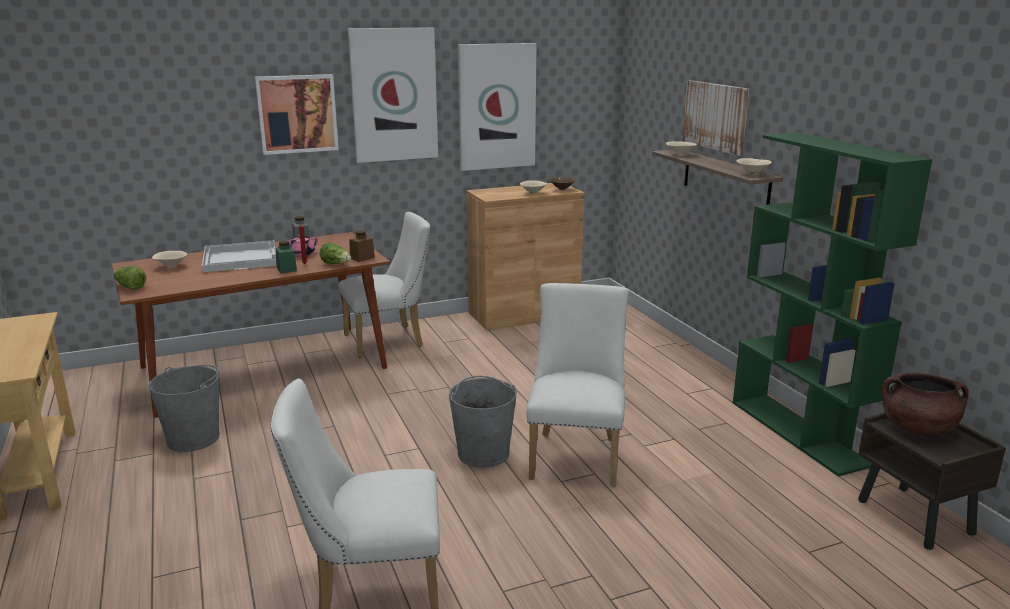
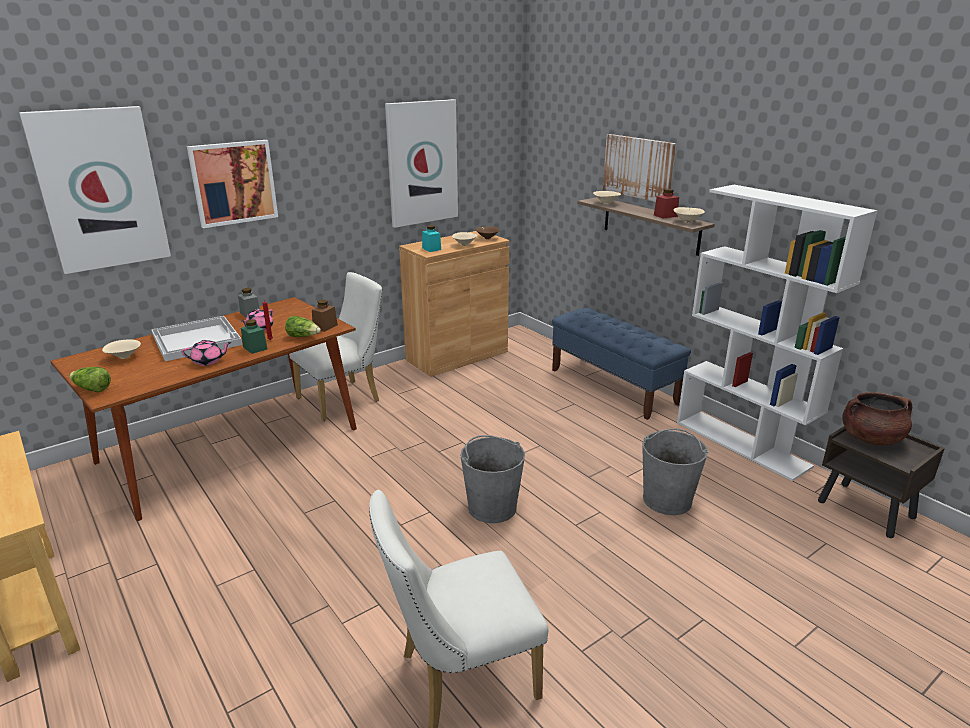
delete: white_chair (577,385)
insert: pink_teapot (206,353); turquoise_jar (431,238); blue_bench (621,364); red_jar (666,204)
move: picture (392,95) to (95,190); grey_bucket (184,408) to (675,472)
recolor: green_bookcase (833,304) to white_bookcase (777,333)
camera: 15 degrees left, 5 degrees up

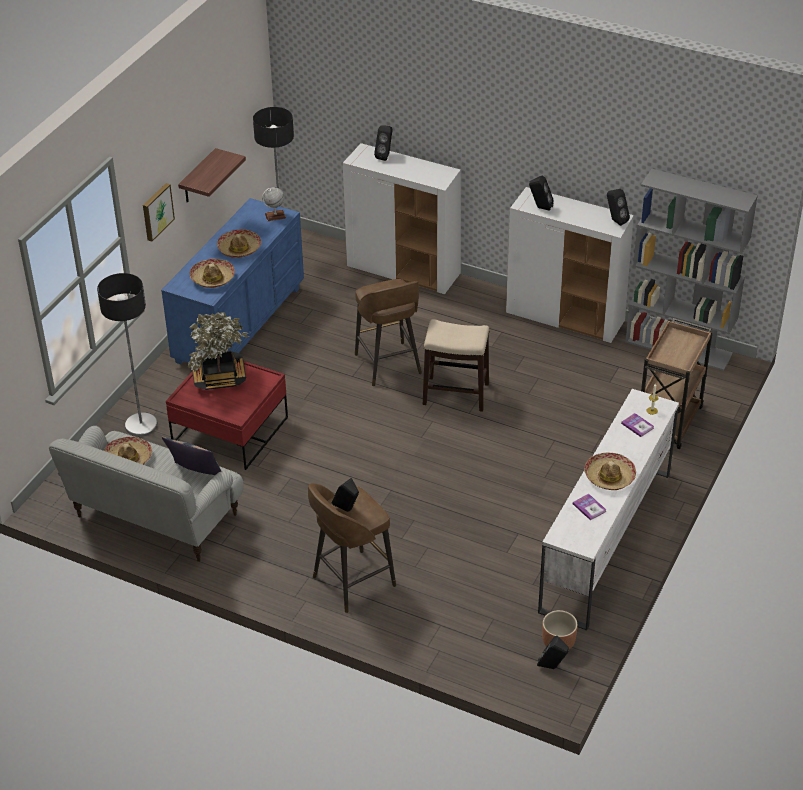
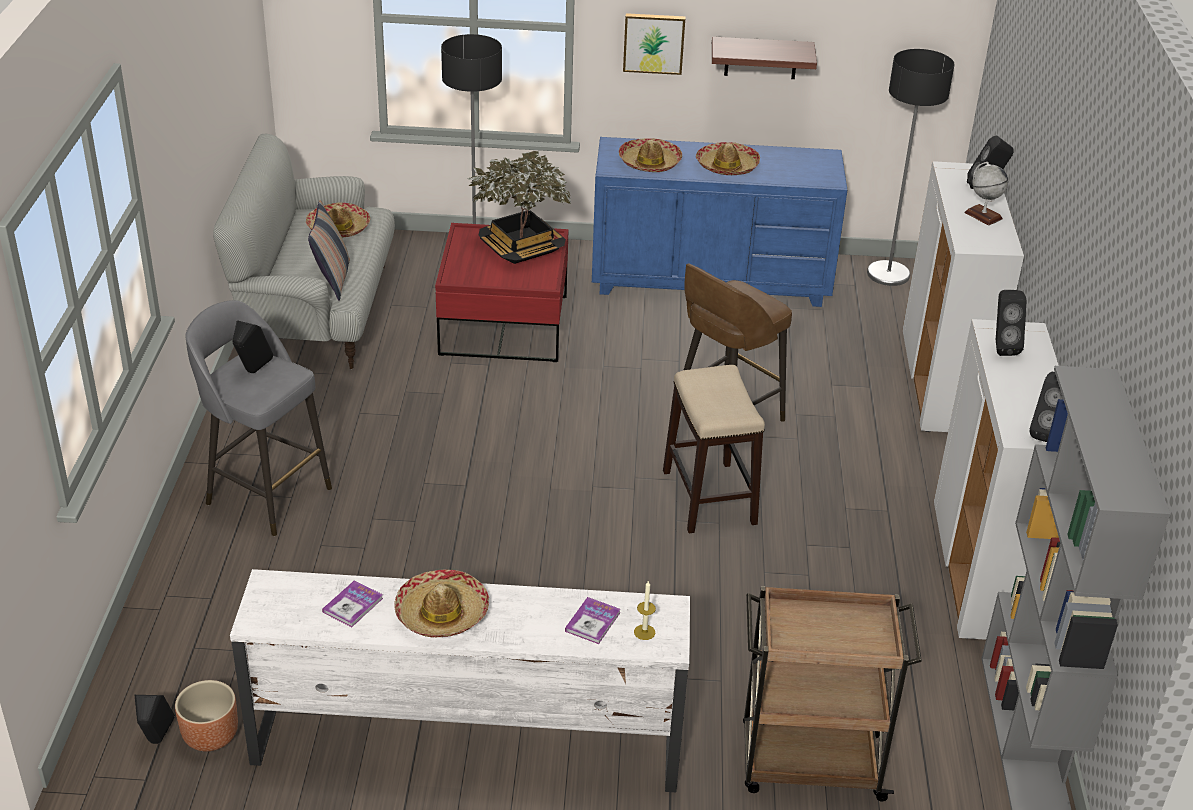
move: globe (274,204) to (986,193)
recolor: brown_stool (352,548) to grey_stool (258,418)
camera: 65 degrees right, 5 degrees down

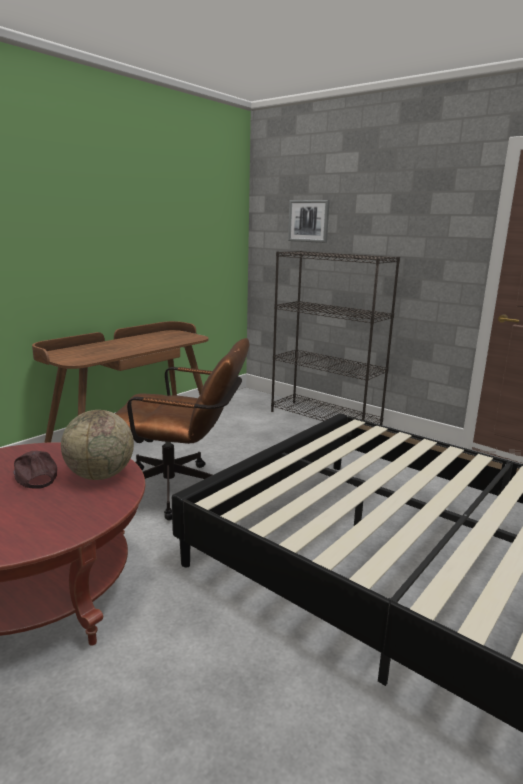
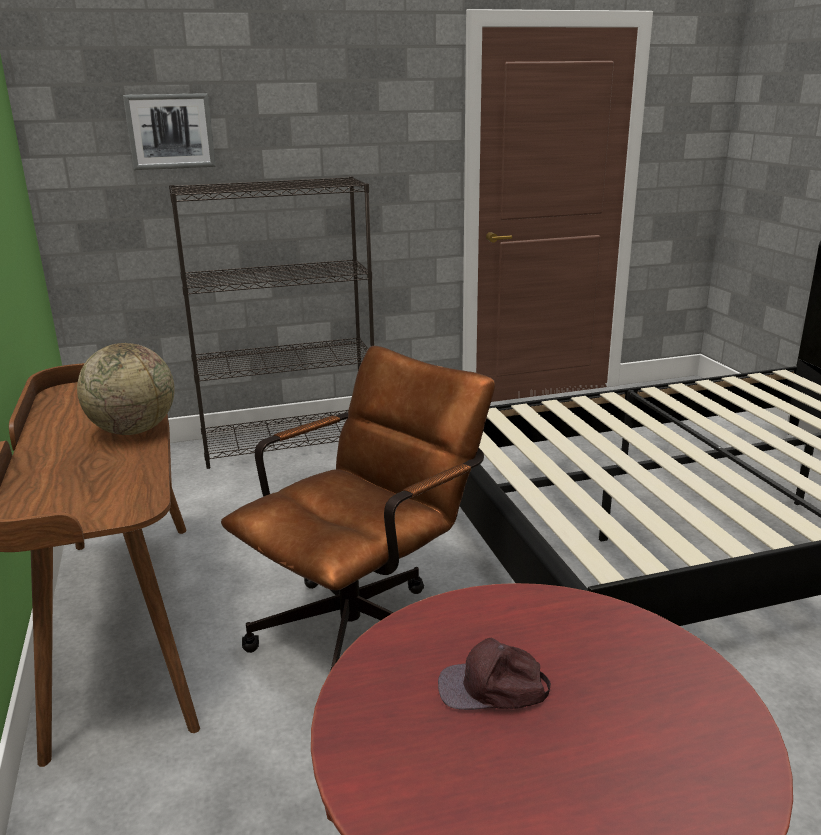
move: globe (97,445) to (126,389)
camera: 55 degrees left, 5 degrees up

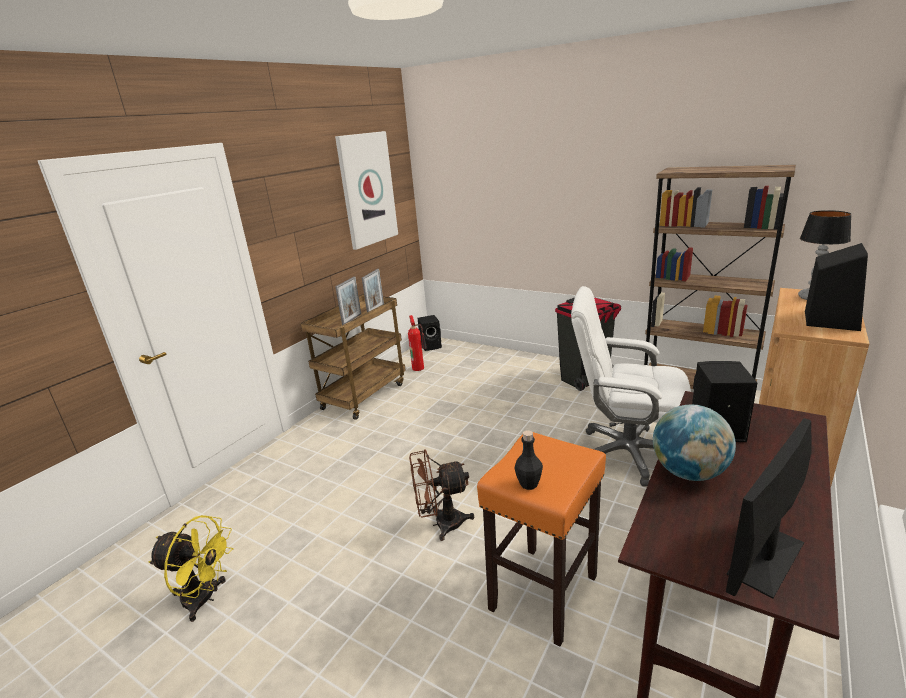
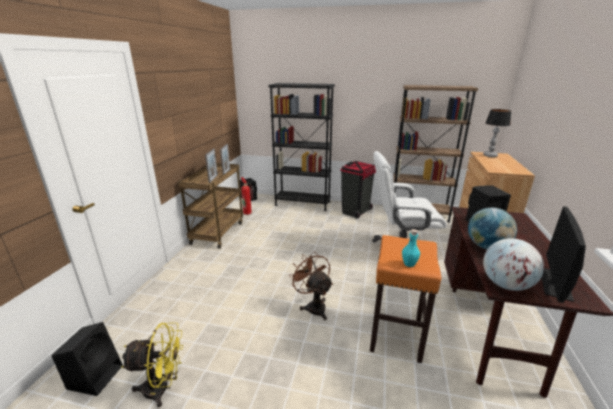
delete: picture (366,190)
insert: black_bookcase (302,147); globe (513,264)
move: black_speaker (836,287) to (87,359)
recolor: black_bottle (529,460) to turquoise_bottle (411,248)
rotate: brown_fan (441,495) = (311,286) 90 degrees clockwise
camera: 20 degrees left, 0 degrees up

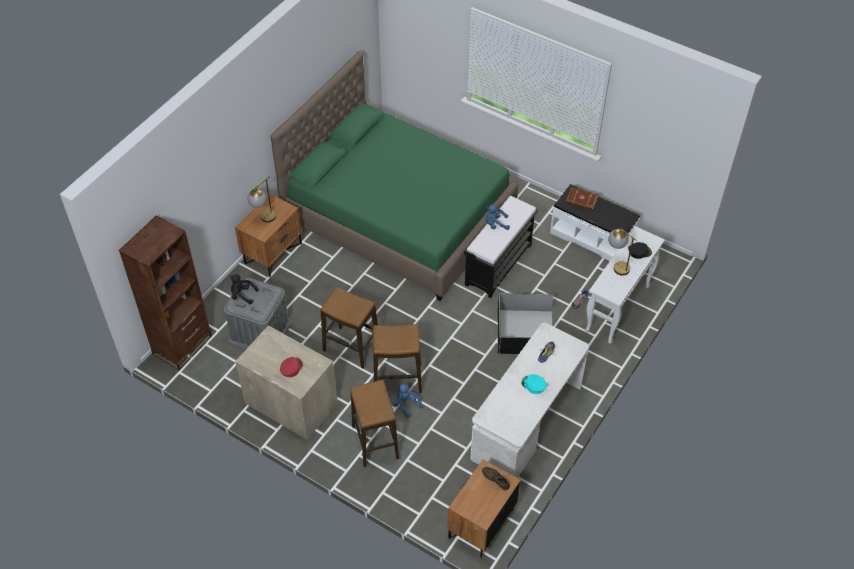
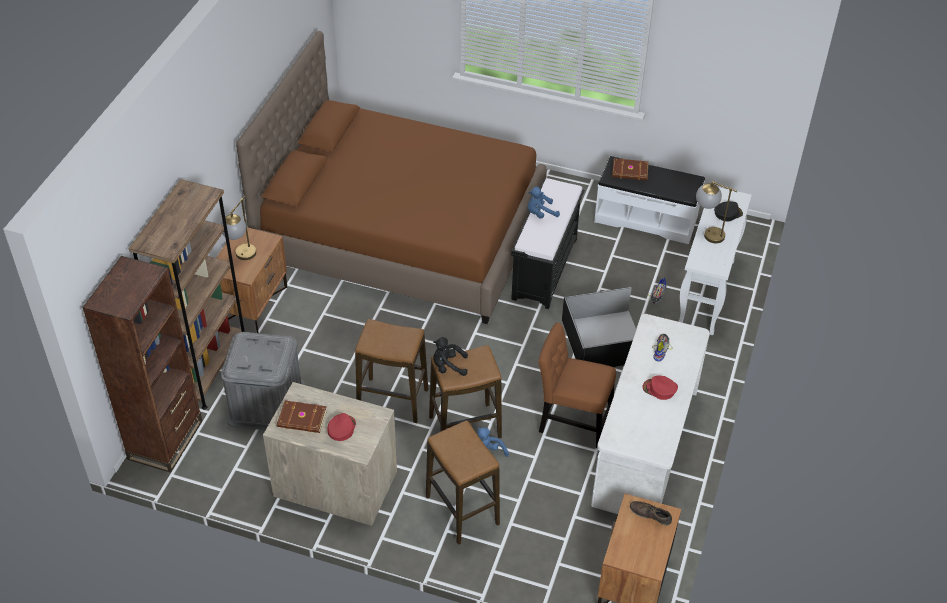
insert: brown_bookcase (187,294); brown_book (302,417); brown_chair (577,385)
move: black_plush_toy (244,289) to (450,356)
recolor: green_bed (394,176) to brown_bed (391,177); turquoise_cap (534,384) to red_cap (660,387)
camera: 15 degrees left, 5 degrees down

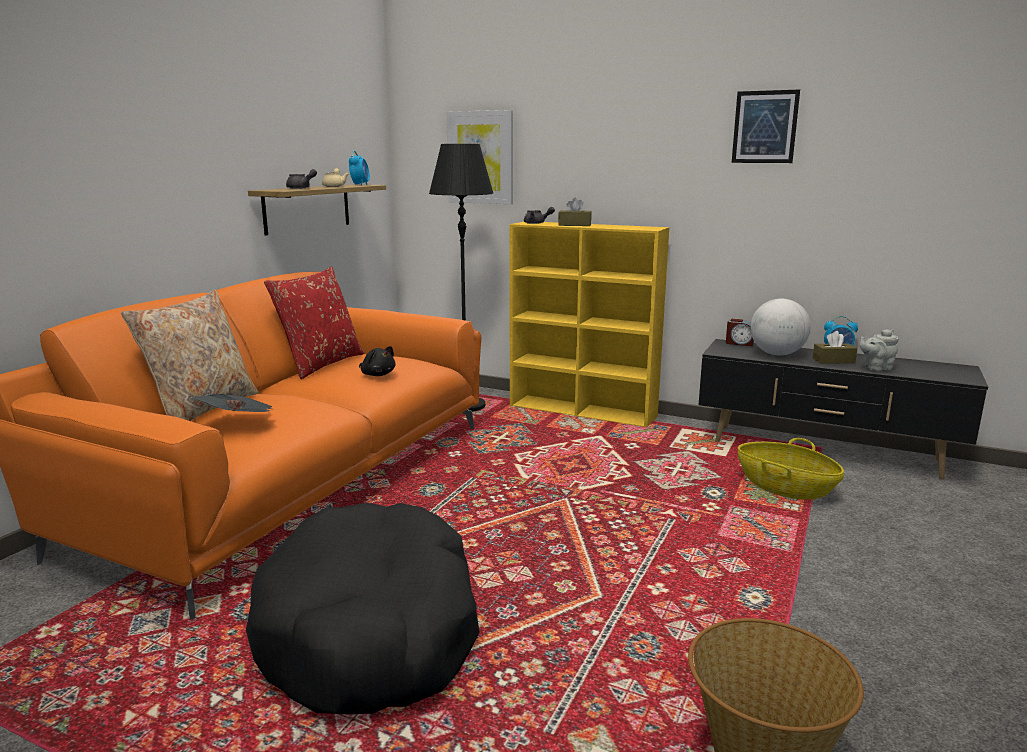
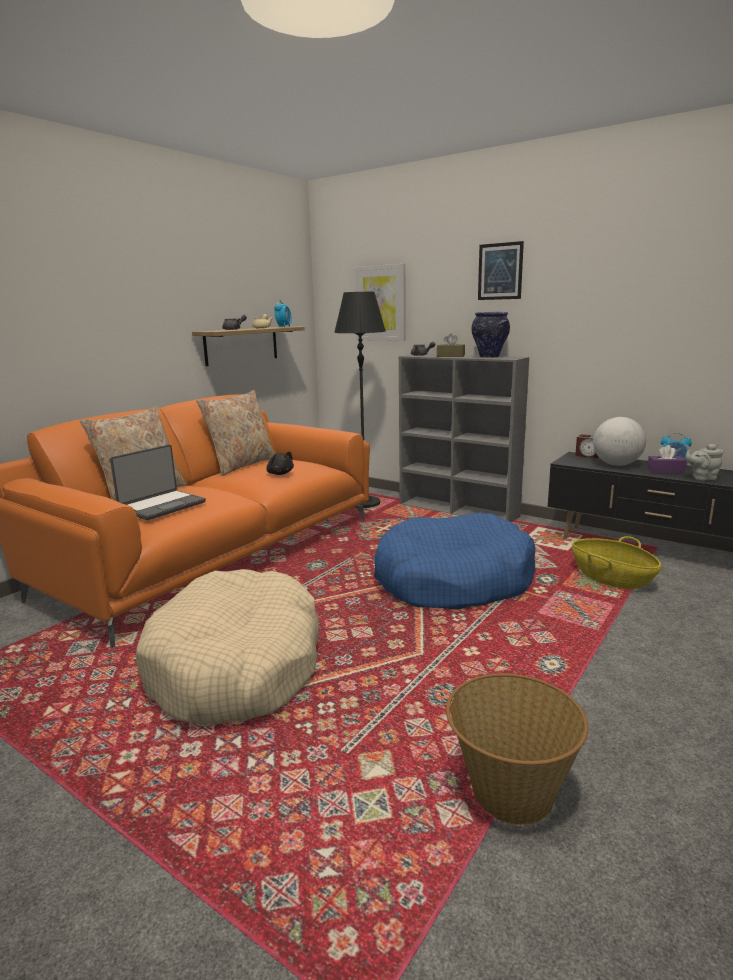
insert: blue_dog_bed (455,561); vase (490,335)
move: picture (766,126) to (501,270)
replace: newspaper (231,403) to laptop (158,482)
recolor: black_dog_bed (362,608) to beige_dog_bed (227,647); red_pillow (314,323) to beige_pillow (235,433); yellow_bookcase (589,324) to grey_bookcase (464,438); brown_tissue_box (835,347) to purple_tissue_box (667,459)
camera: 10 degrees right, 0 degrees up

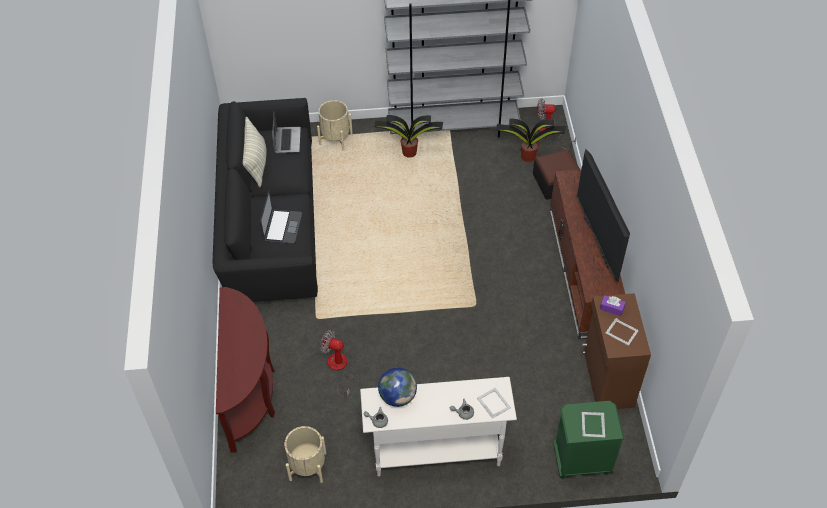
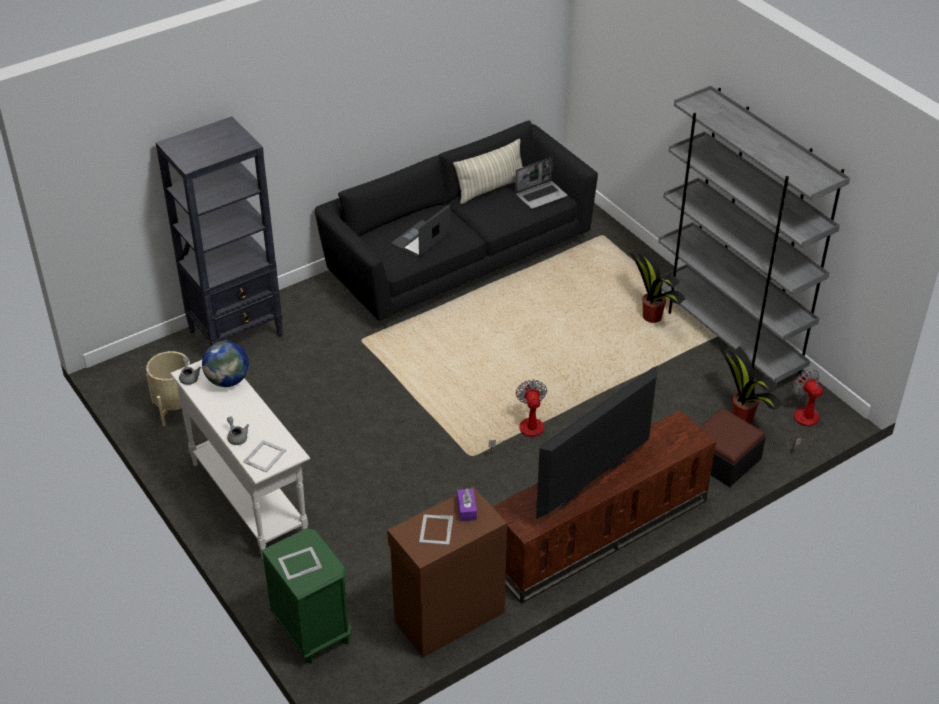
delete: beige_planter (335,125)
move: fan (336,364) to (518,415)
replace: brown_console_table (245,370) to black_bookcase (219,231)
rotate: laptop (281,217) = (421,231) 150 degrees clockwise
camera: 60 degrees right, 10 degrees down

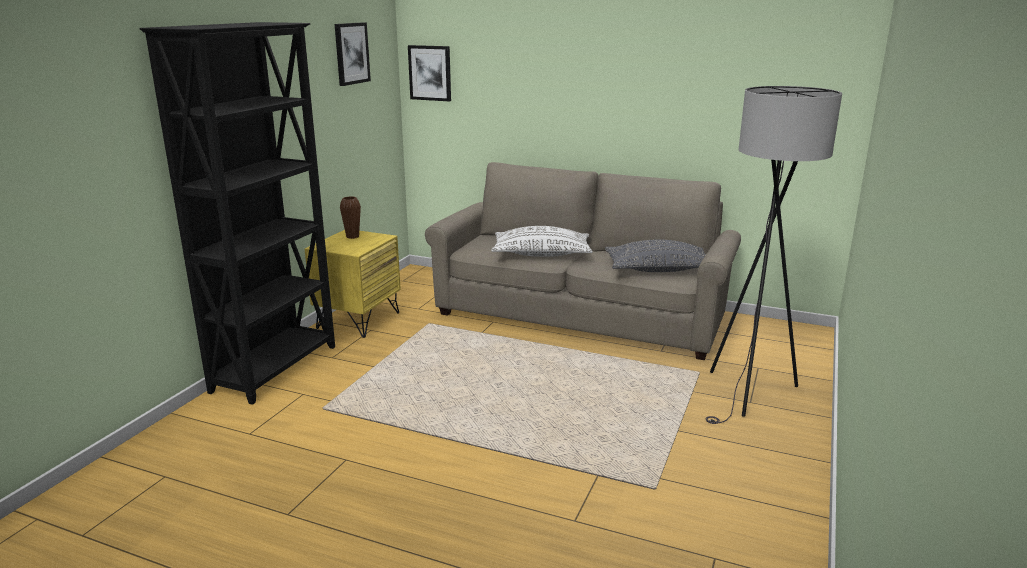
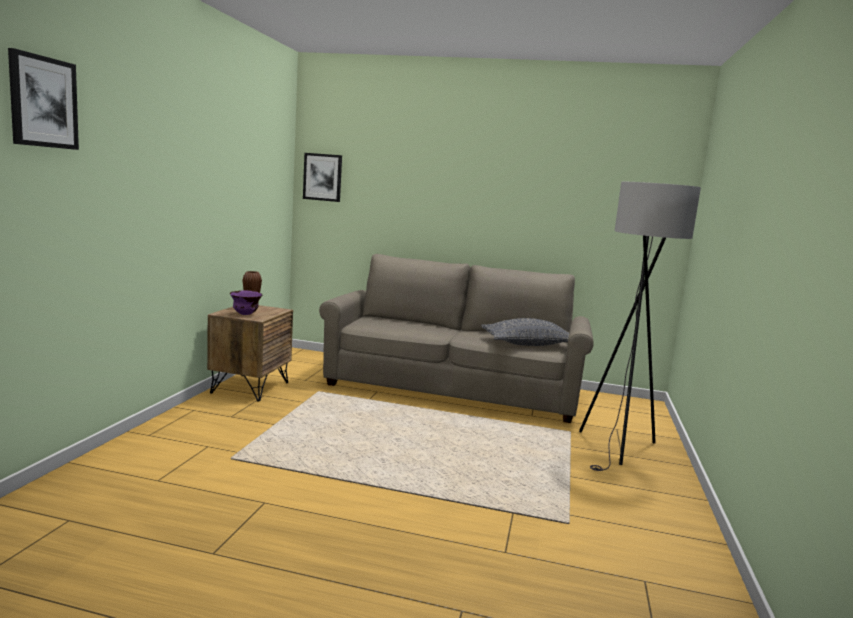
delete: black_bookcase (237,213); white_pillow (542,241)
insert: purple_bowl (246,302)
move: picture (353,54) to (43,99)
recolor: yellow_nightstand (353,284) to brown_nightstand (250,353)
camera: 10 degrees left, 10 degrees down

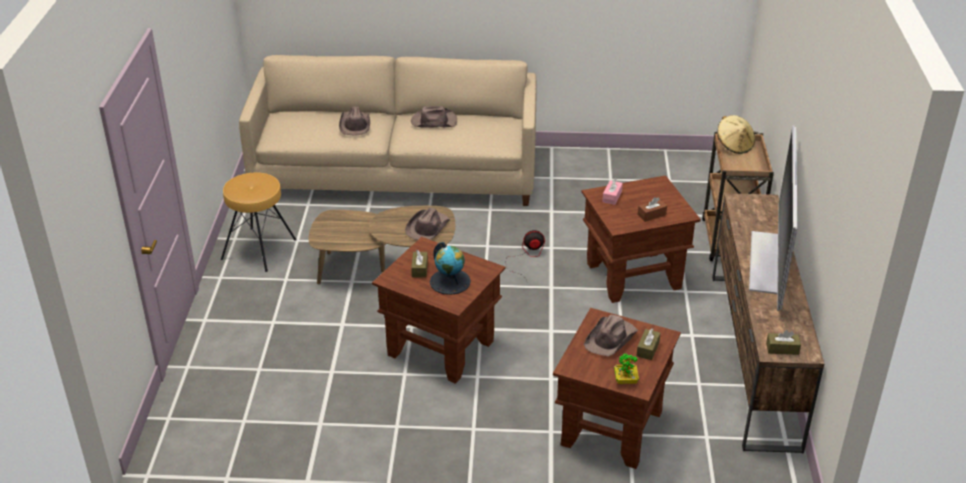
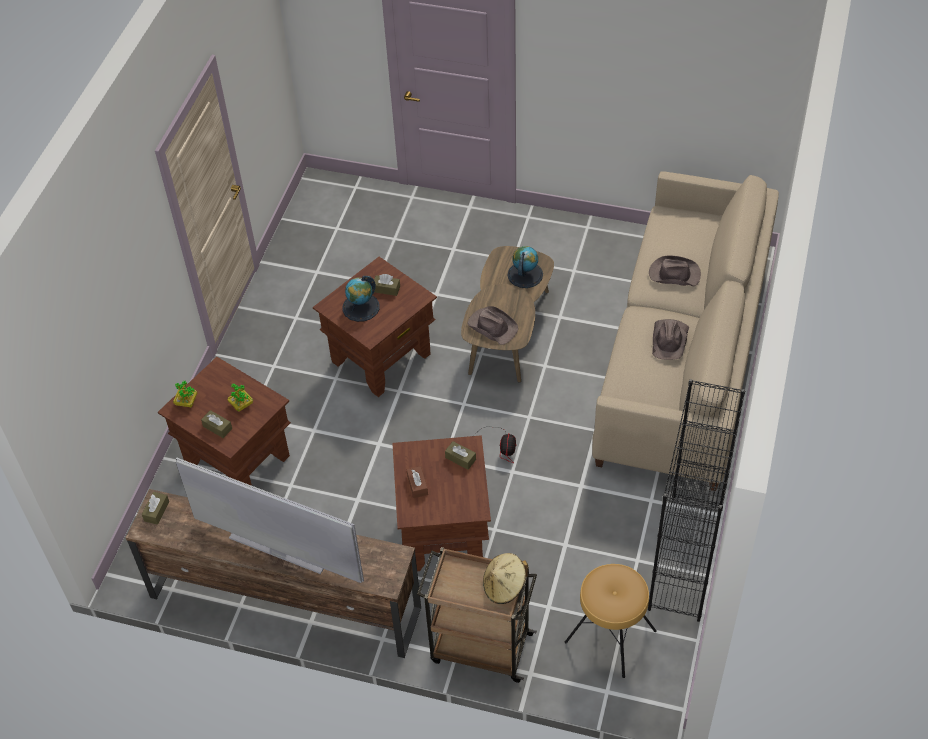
insert: globe (525,267); black_bookcase (696,500)
move: brown_stool (259,222) to (611,621)
replace: brown_hat (611,335) to potted_plant (240,398)
recolor: pink_tissue_box (612,191) to brown_tissue_box (460,455)
camera: 105 degrees right, 15 degrees up

